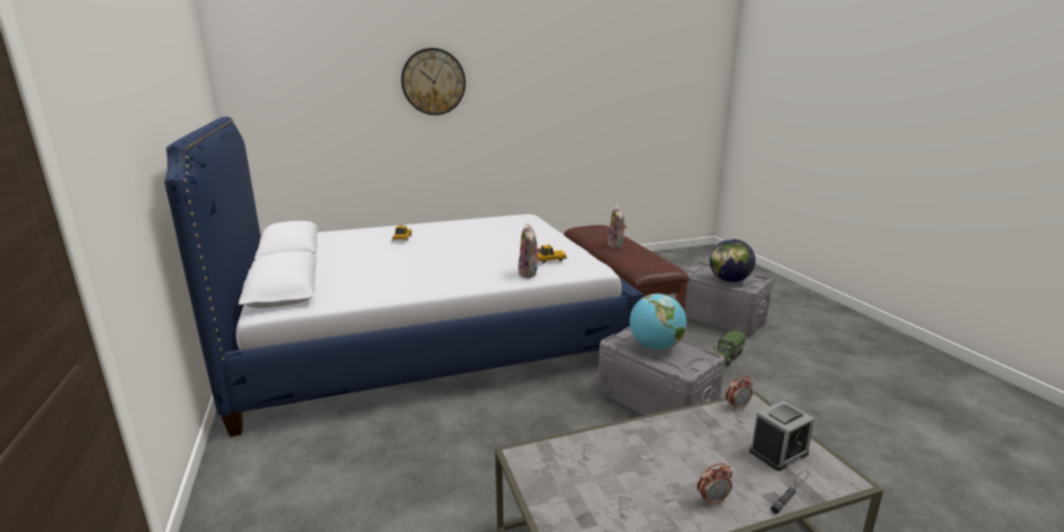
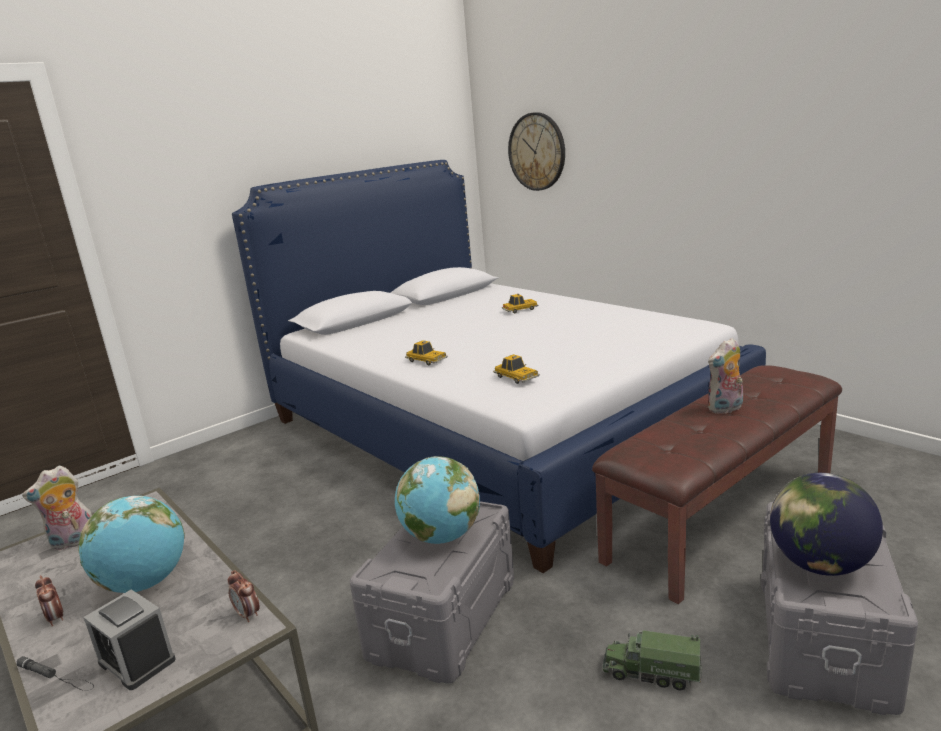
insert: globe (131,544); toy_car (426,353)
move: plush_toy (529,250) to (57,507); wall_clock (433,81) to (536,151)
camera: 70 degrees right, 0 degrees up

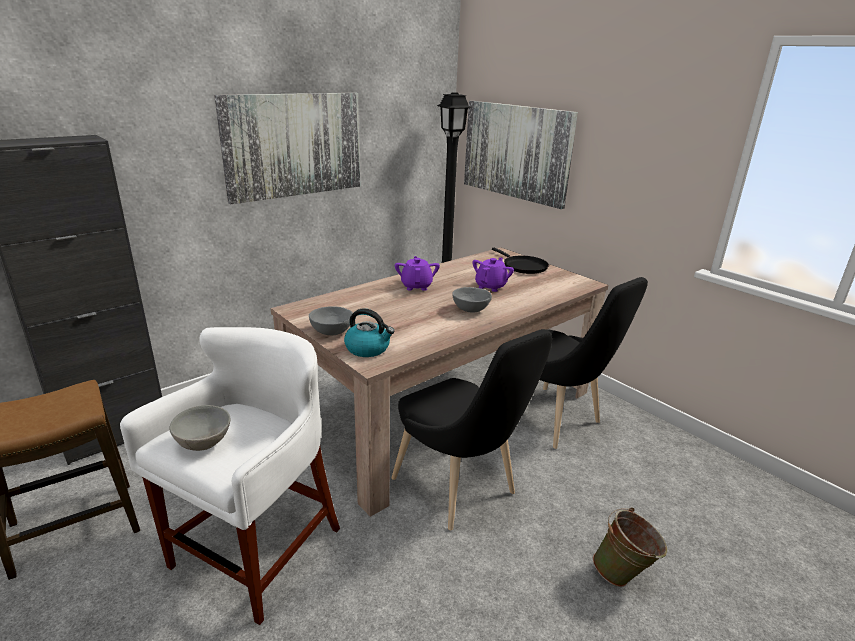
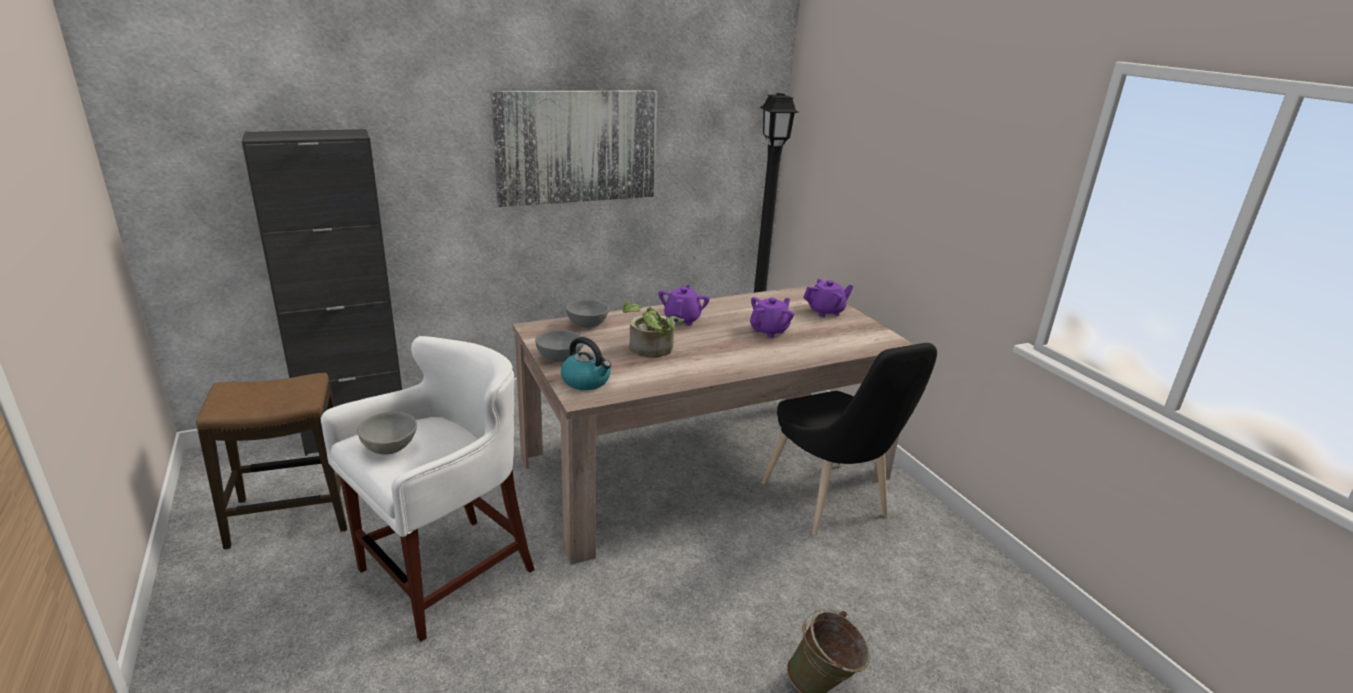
delete: black_chair (472,429); picture (521,155)
insert: potted_plant (653,329)
move: grey_bowl (472,300) to (587,314)
replace: black_frying_pan (520,261) to purple_teapot (828,298)
camera: 15 degrees right, 0 degrees up

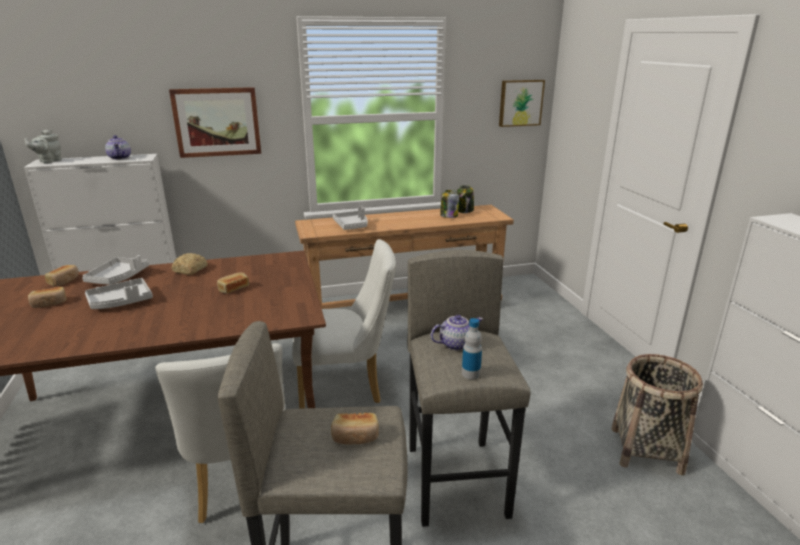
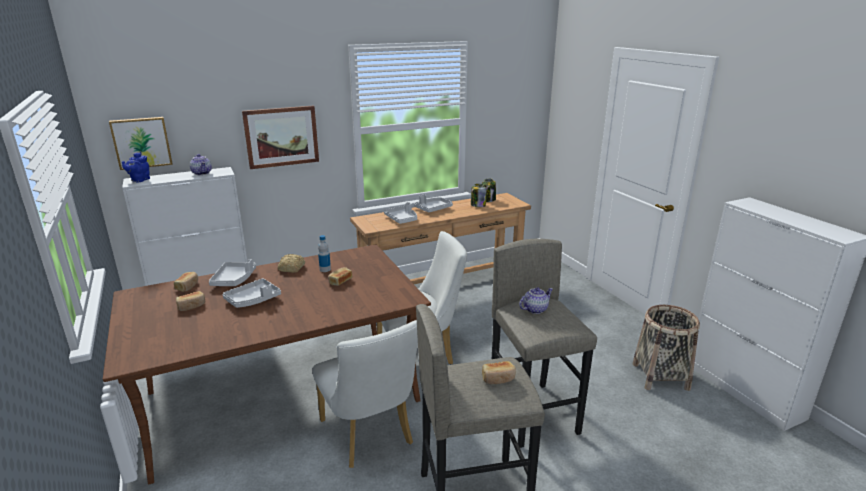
insert: grey_tray (433,203)
move: picture (522,103) to (141,143); bottle (472,348) to (324,253)
recolor: grey_teapot (43,146) to blue_teapot (136,167)
camera: 10 degrees left, 0 degrees up

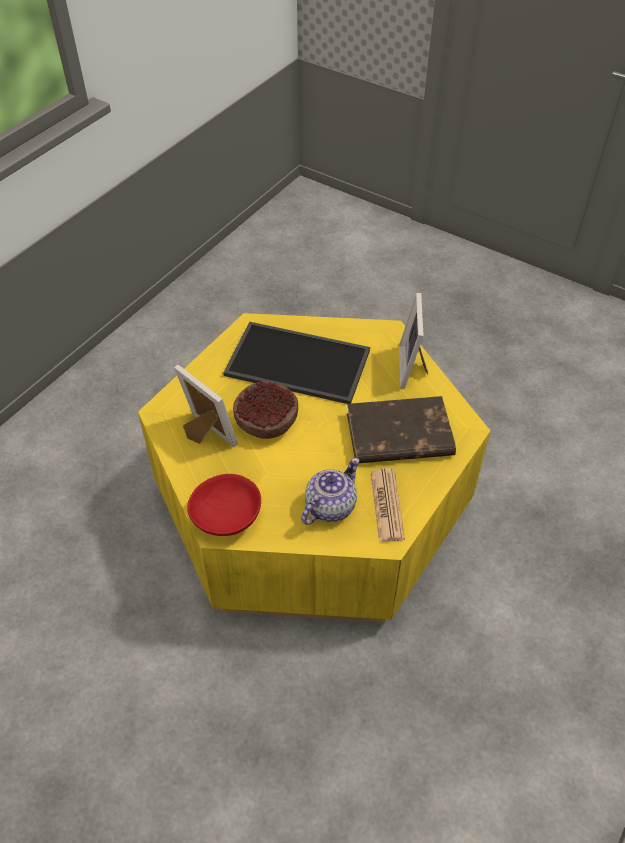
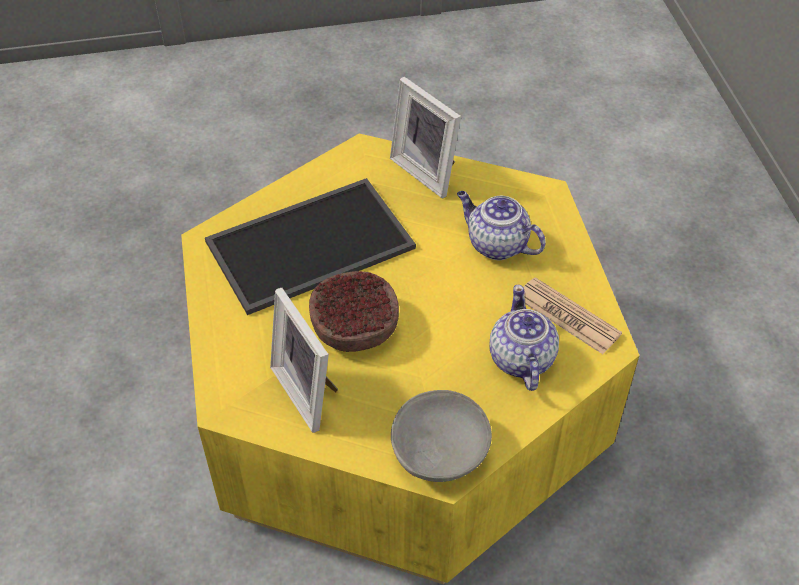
replace: brown_book (401,429) to teapot (501,225)
recolor: red_bowl (224,505) to grey_bowl (441,436)
rotate: picture_frame (206,406) = (304,360) 120 degrees counterclockwise
camera: 45 degrees left, 0 degrees up

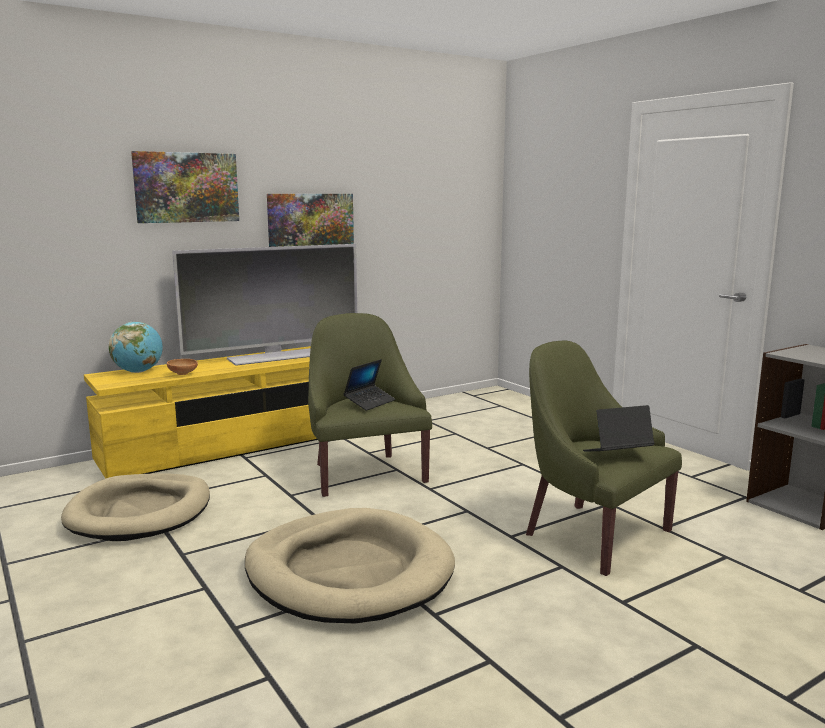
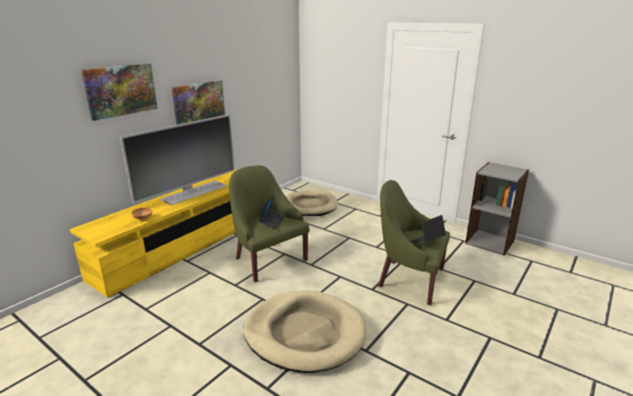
delete: globe (136,347)
move: beige_dog_bed (135,507) to (312,203)
camera: 20 degrees left, 10 degrees up

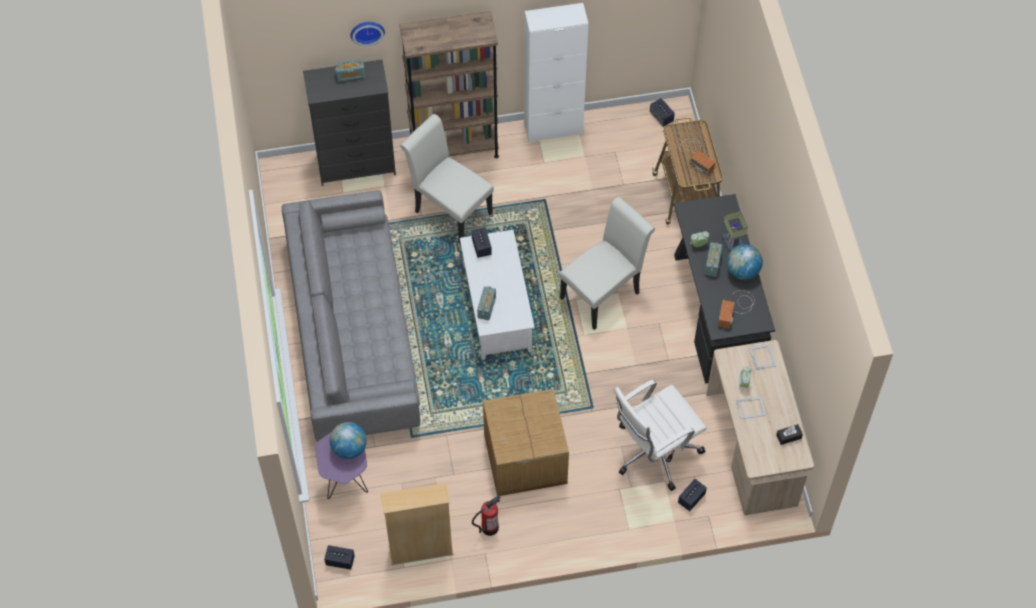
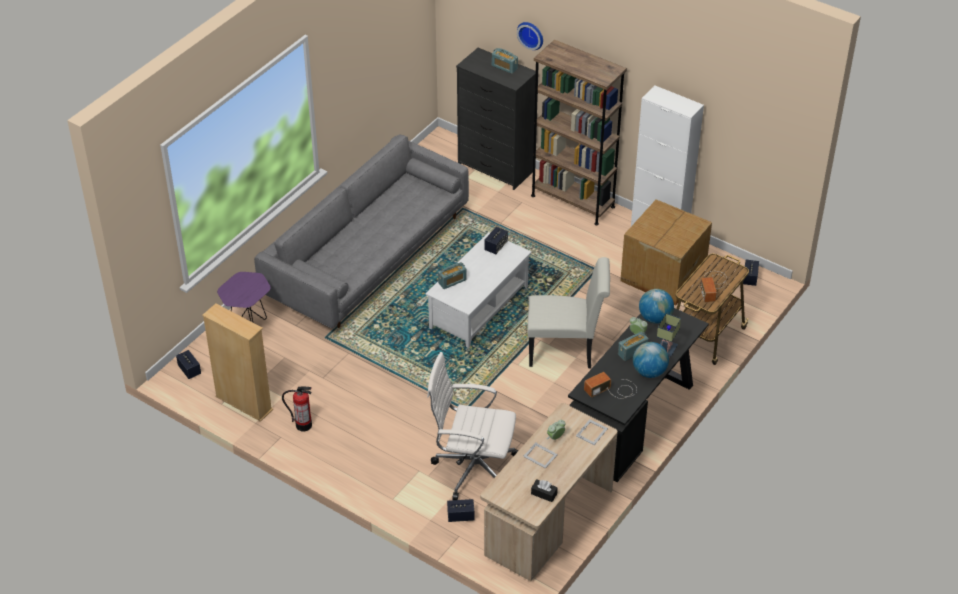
delete: white_chair (447,179)
move: cardboard_box (526,442) to (666,252); globe (348,440) to (656,306)
camera: 45 degrees right, 15 degrees down

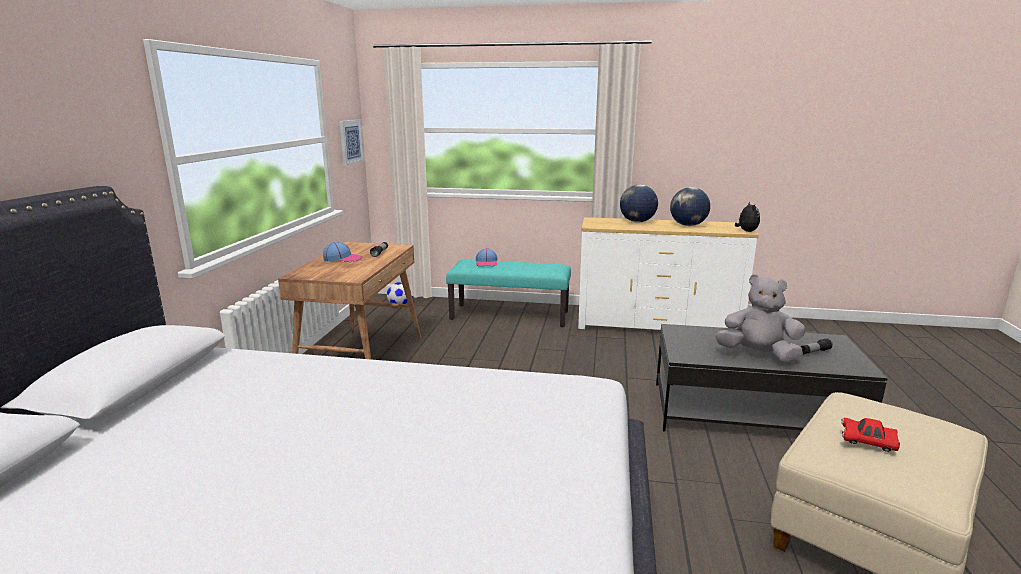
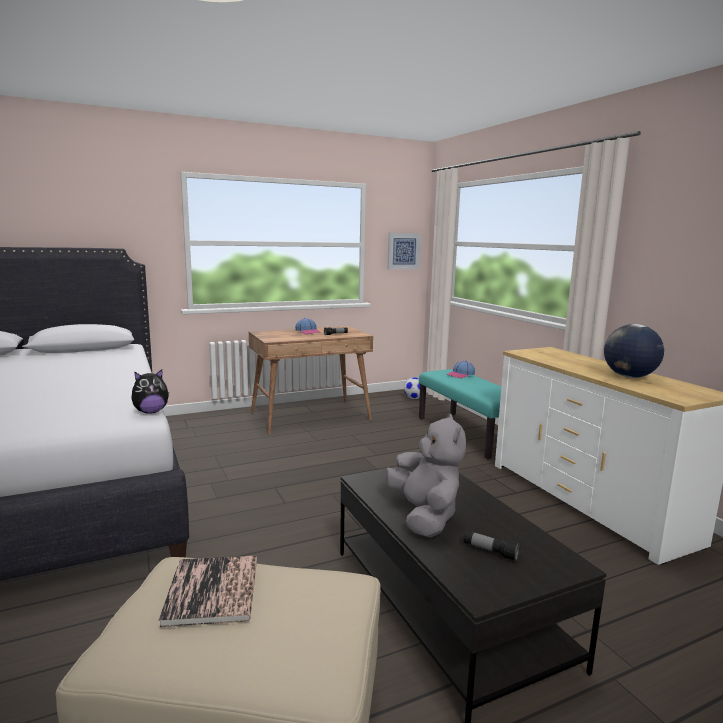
delete: globe (639,203)
move: plush_toy (747,216) to (150,391)
replace: red_toy_car (870,435) to book (207,591)
camera: 55 degrees right, 5 degrees down

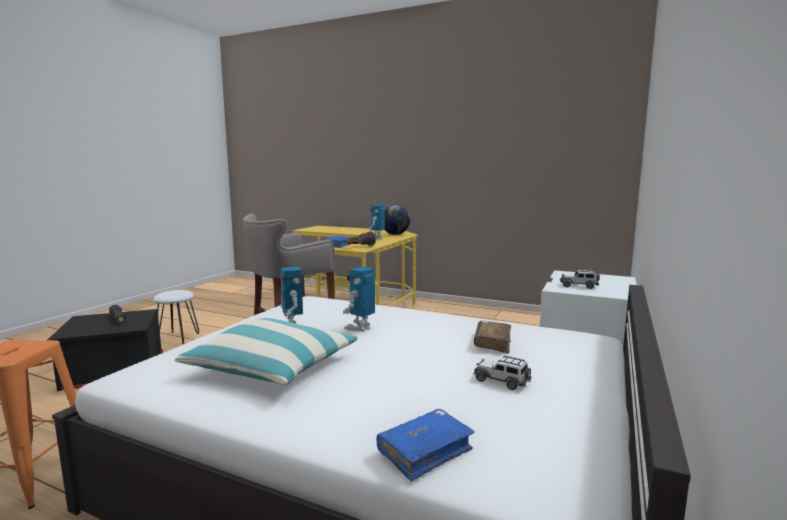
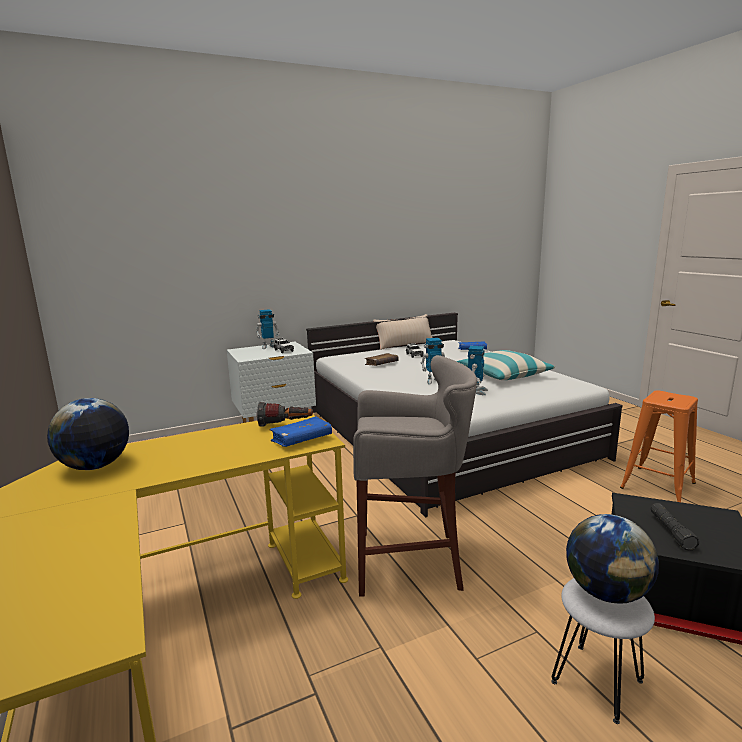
insert: beige_pillow (402,332); globe (612,559)
move: toy_robot (376,222) to (267,329)
camera: 140 degrees left, 5 degrees up

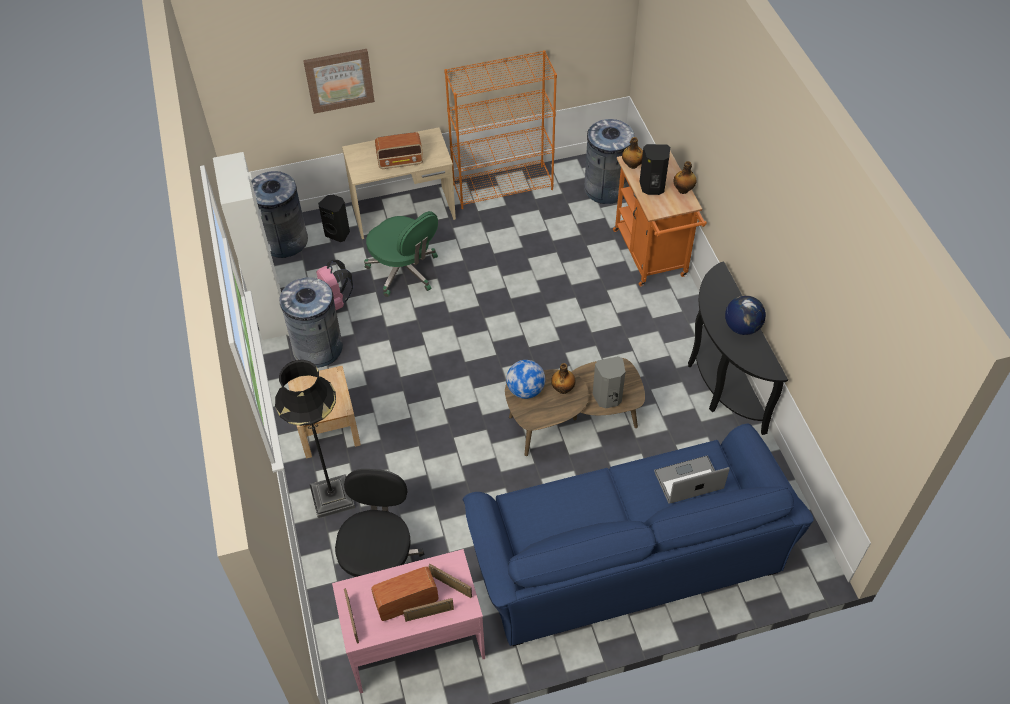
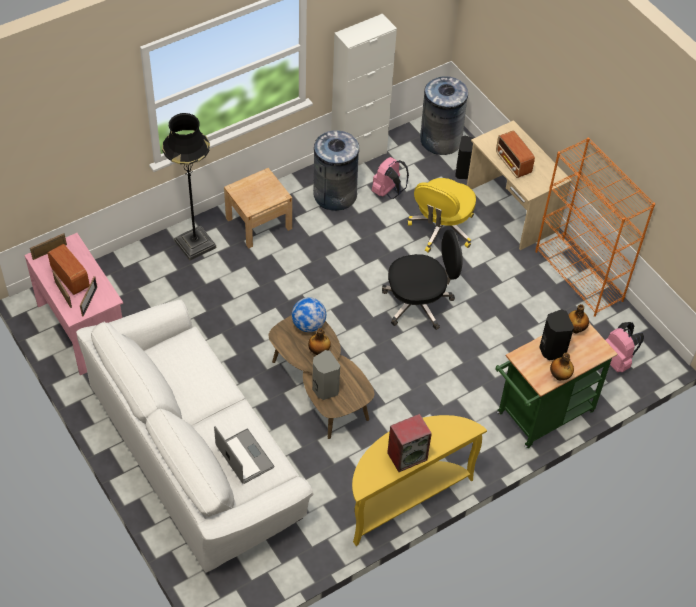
delete: picture (339,81)
move: black_office_chair (380,523) to (422,280)
replace: globe (745,315) to speaker (409,443); grey_trash_can (609,161) to pink_backpack (624,347)
recolor: blue_sofa (638,535) to white_sofa (195,436); black_console_table (738,348) to yellow_console_table (419,480); green_office_chair (401,254) to yellow_office_chair (441,215); orange_cart (660,219) to green_cart (556,385)
camera: 70 degrees right, 0 degrees up

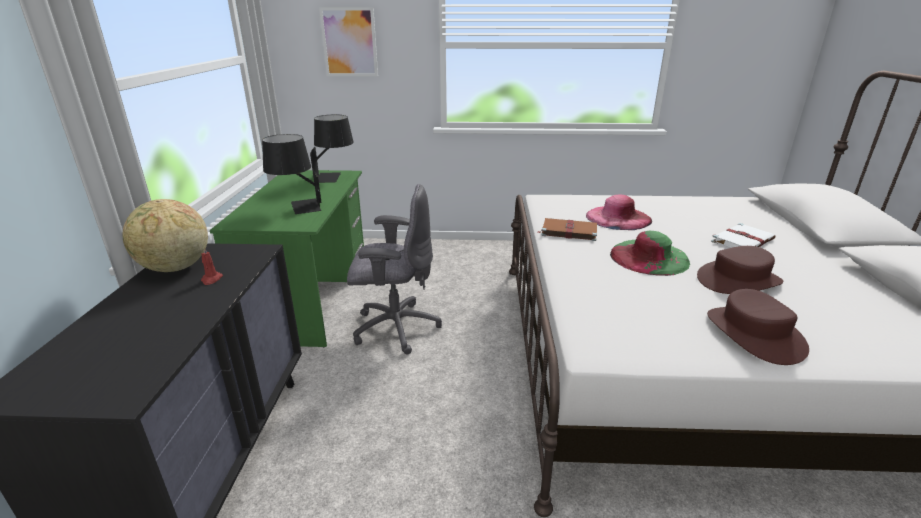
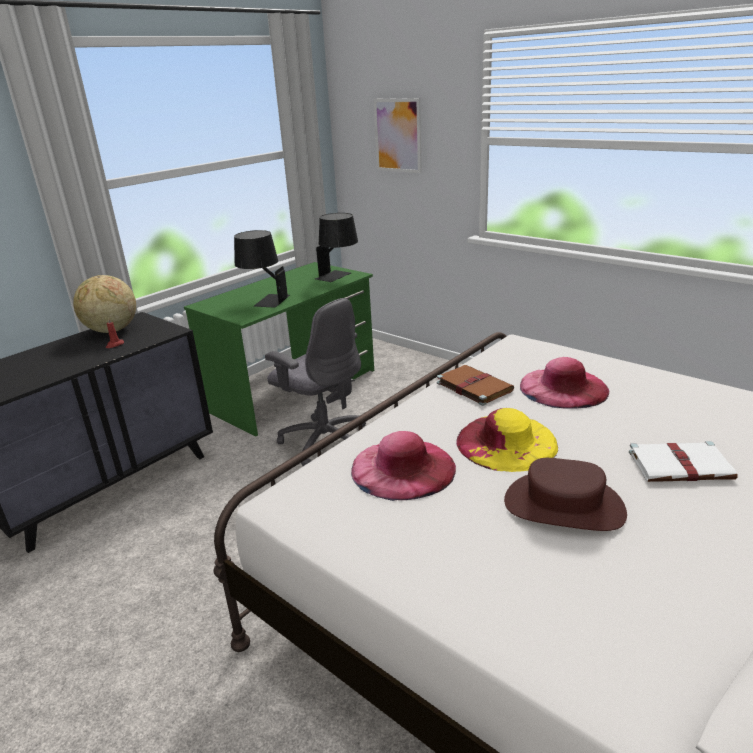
delete: brown_hat (758,327)
insert: pink_hat (403,466)
recolor: green_hat (650,253) to yellow_hat (507,440)
camera: 40 degrees right, 0 degrees up

